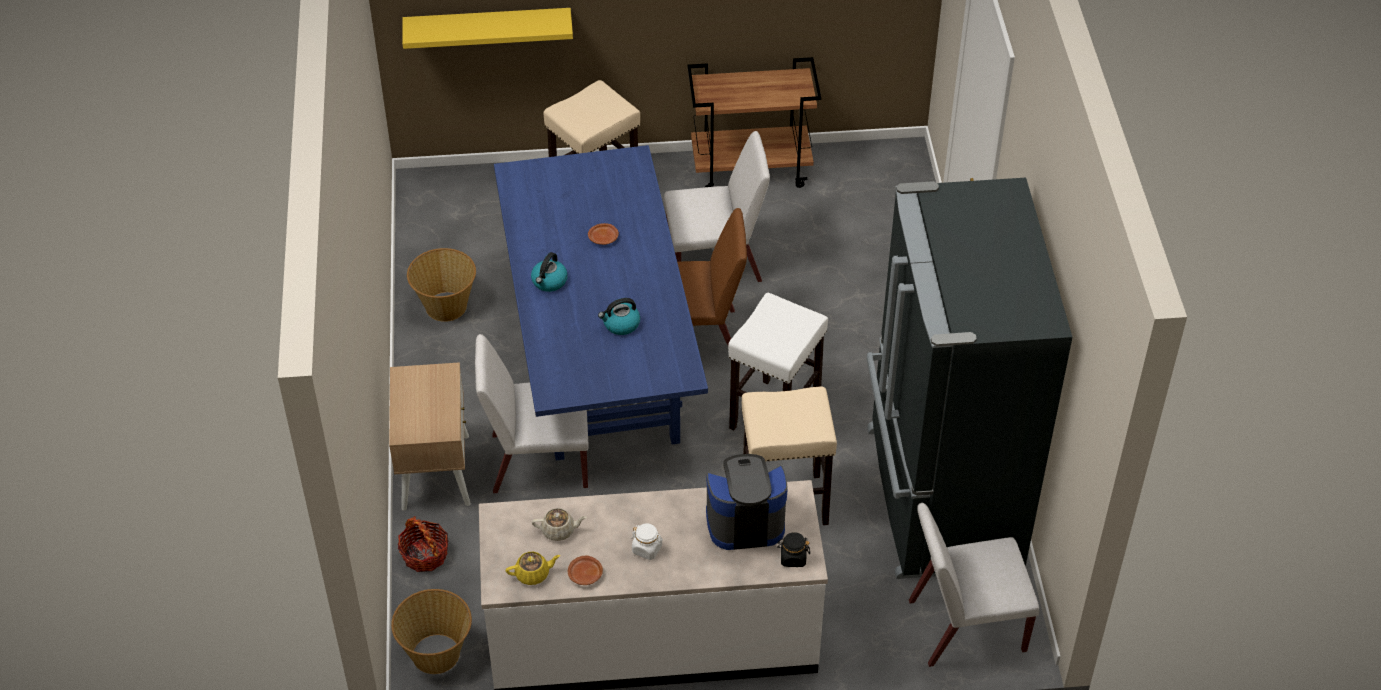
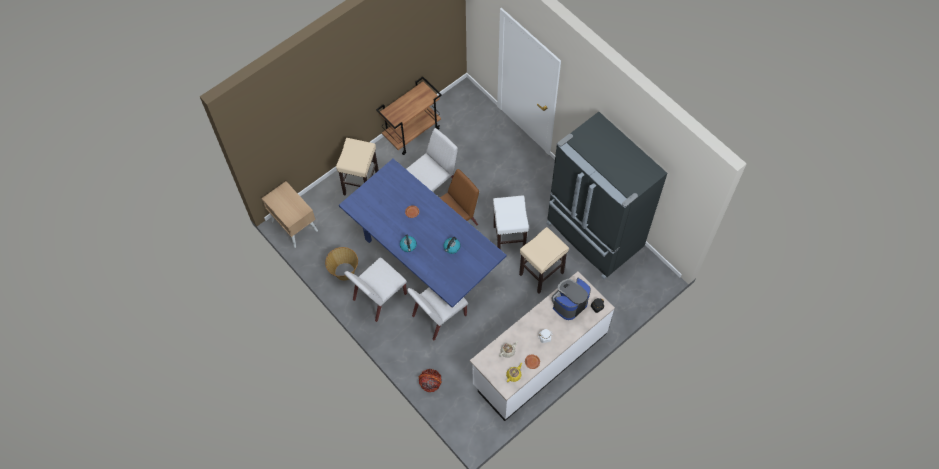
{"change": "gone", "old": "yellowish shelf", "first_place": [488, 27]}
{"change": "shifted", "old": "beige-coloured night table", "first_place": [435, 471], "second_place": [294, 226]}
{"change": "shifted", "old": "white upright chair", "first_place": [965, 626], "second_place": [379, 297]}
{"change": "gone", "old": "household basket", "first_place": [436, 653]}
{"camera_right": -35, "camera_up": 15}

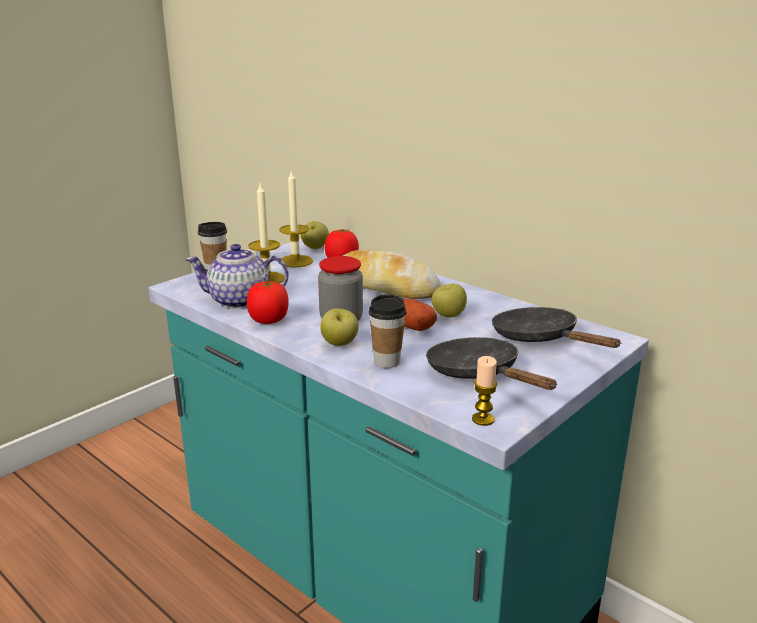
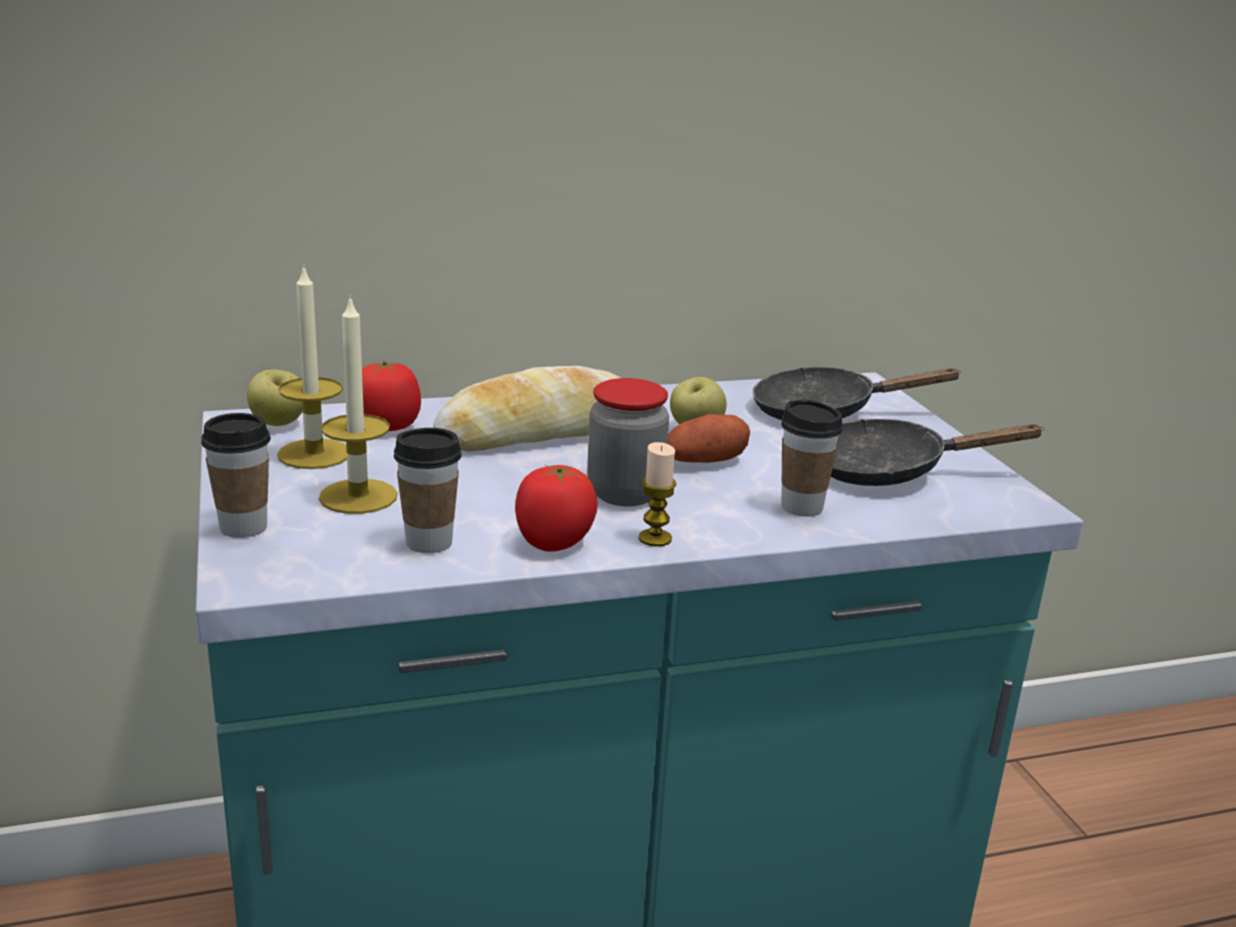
{"change": "swapped", "old": "tea pot", "new": "drinking cup", "first_place": [240, 301], "second_place": [429, 542]}
{"change": "gone", "old": "apple", "first_place": [339, 344]}
{"change": "shifted", "old": "wax candle", "first_place": [483, 419], "second_place": [655, 538]}
{"camera_right": -60, "camera_up": 0}

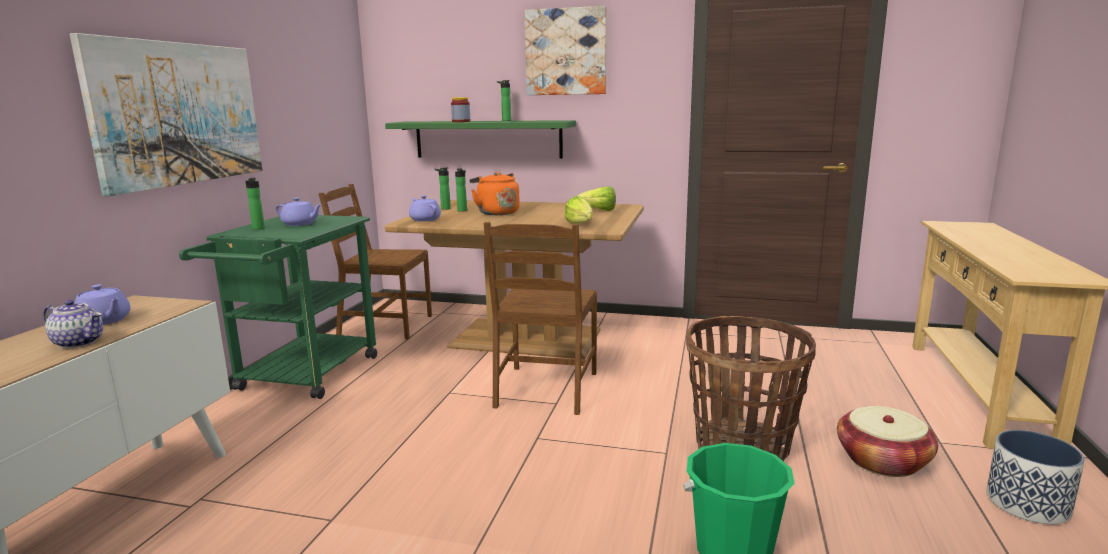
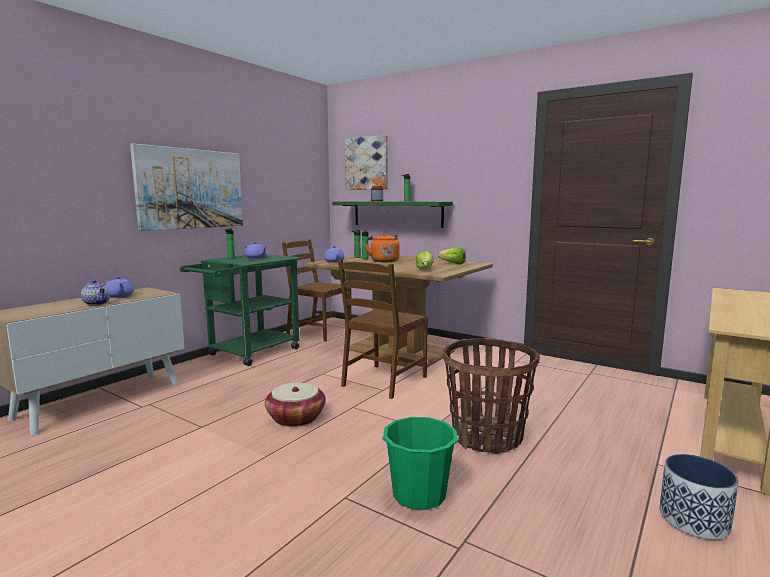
{"change": "shifted", "old": "picture", "first_place": [566, 52], "second_place": [367, 163]}
{"change": "shifted", "old": "household basket", "first_place": [882, 461], "second_place": [296, 418]}
{"camera_right": 20, "camera_up": -5}

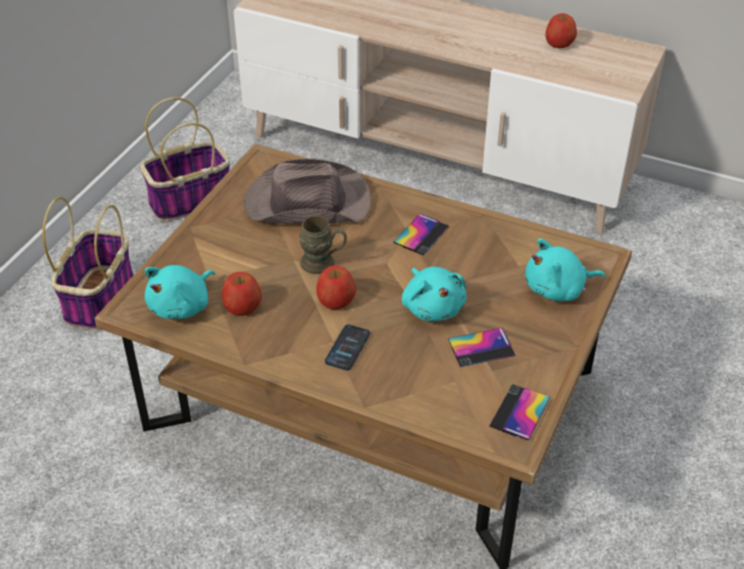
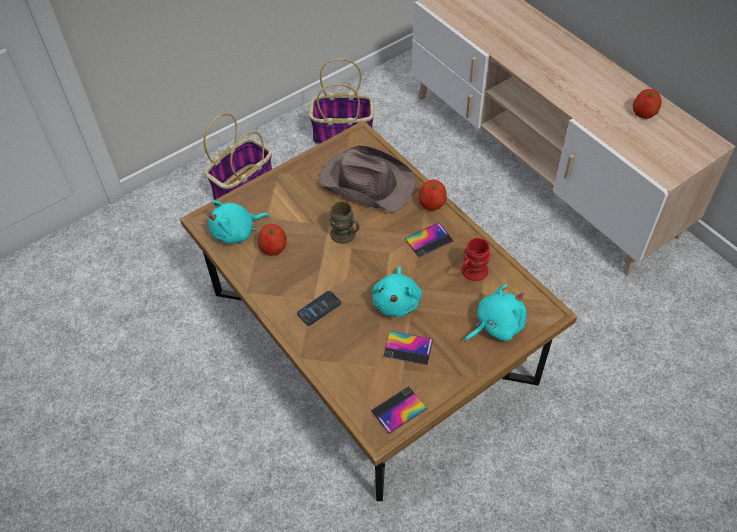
{"change": "rotated", "old": "turquoise plush toy", "first_place": [558, 289], "second_place": [496, 325], "degrees": 135}
{"change": "shifted", "old": "apple", "first_place": [336, 299], "second_place": [432, 203]}
{"change": "new", "new": "reddish mug", "second_place": [472, 274]}
{"camera_right": 30, "camera_up": 10}

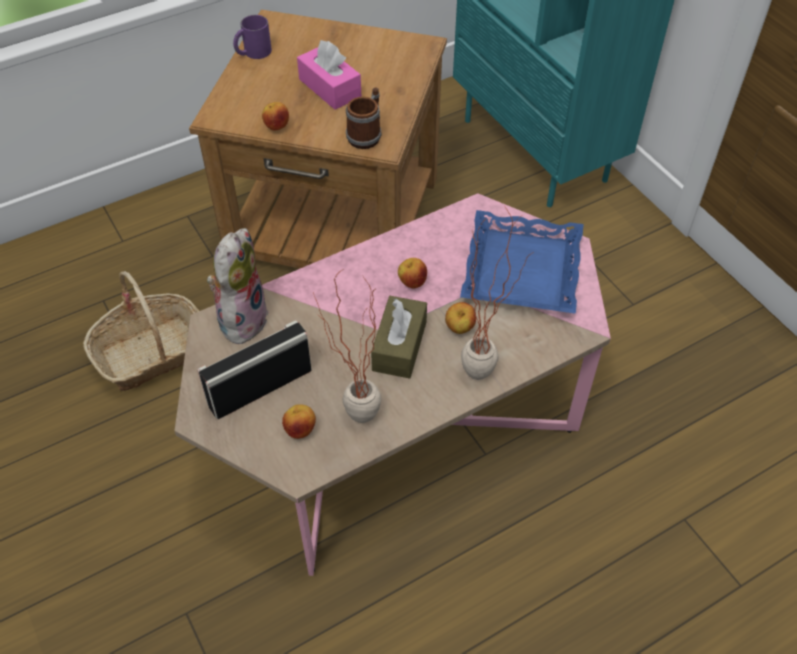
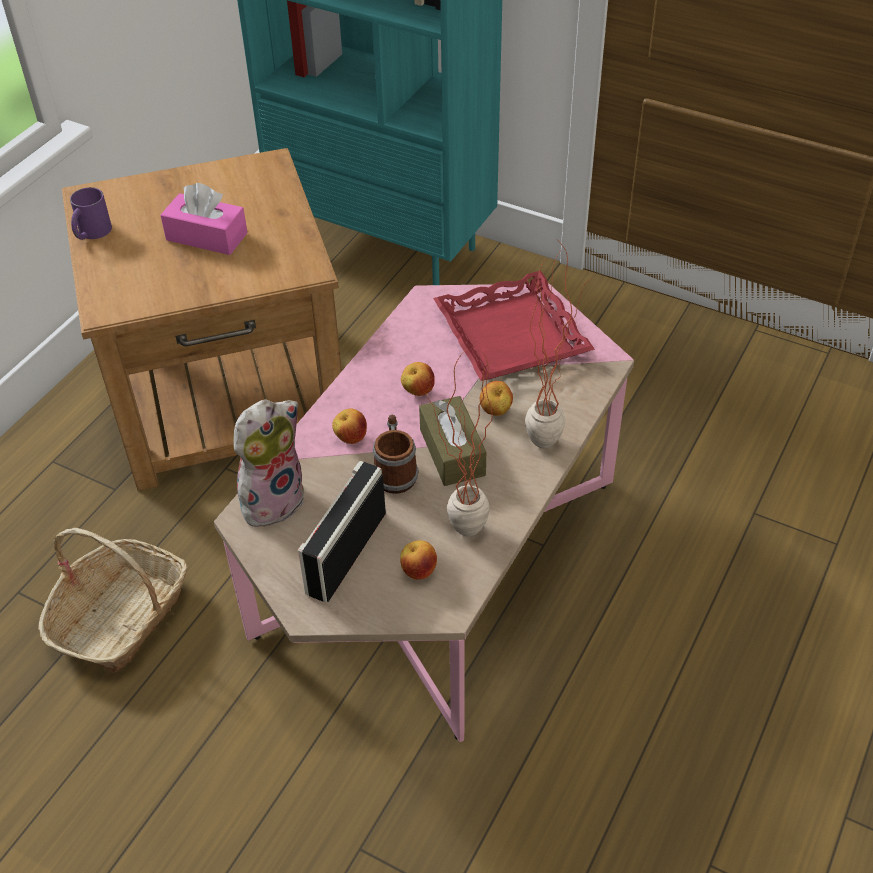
{"change": "shifted", "old": "mug", "first_place": [367, 135], "second_place": [395, 472]}
{"change": "shifted", "old": "apple", "first_place": [276, 127], "second_place": [350, 438]}
{"change": "repainted", "old": "bluish serving tray", "new": "reddish serving tray", "first_place": [523, 270], "second_place": [512, 336]}
{"change": "rotated", "old": "plush toy", "first_place": [241, 318], "second_place": [272, 499], "degrees": 60}
{"camera_right": -30, "camera_up": -5}

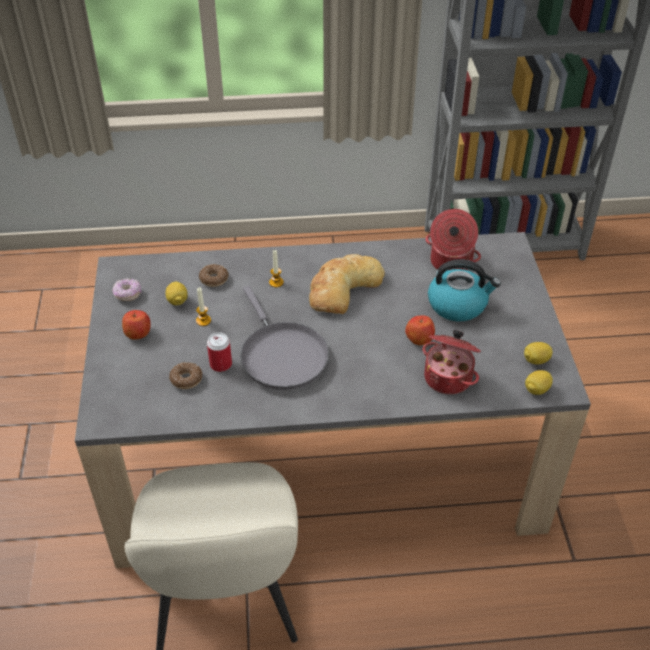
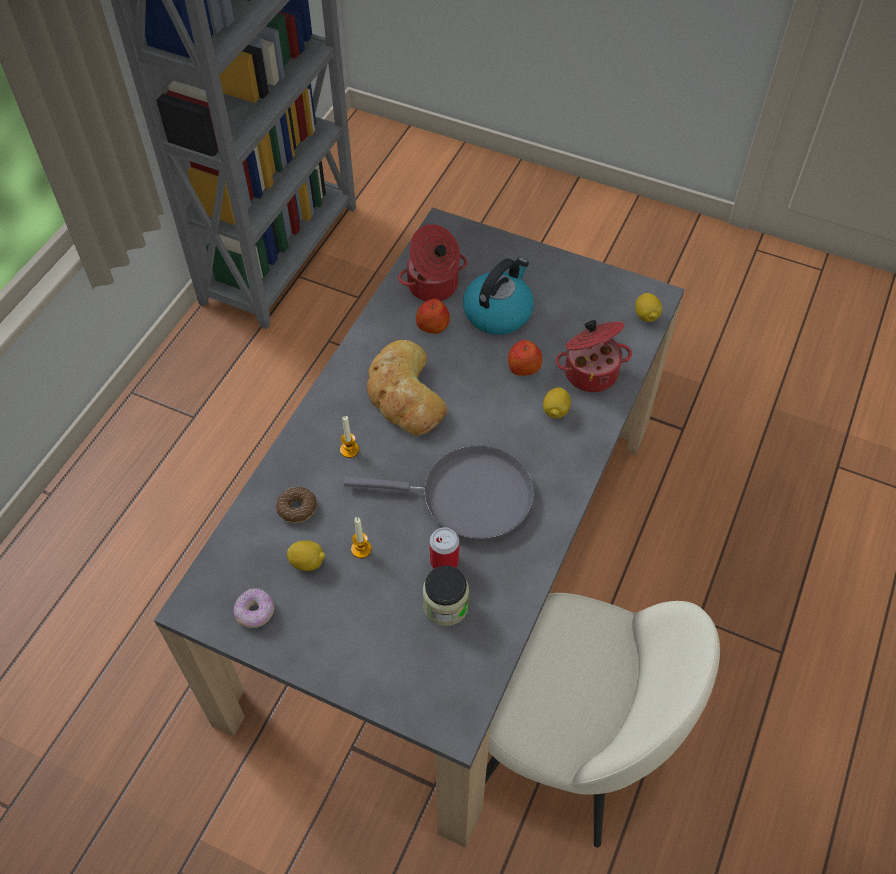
{"change": "shifted", "old": "apple", "first_place": [138, 333], "second_place": [433, 326]}
{"change": "shifted", "old": "citrus fruit", "first_place": [535, 360], "second_place": [555, 411]}
{"change": "swapped", "old": "ring doughnut", "new": "jar", "first_place": [186, 379], "second_place": [445, 606]}
{"camera_right": -60, "camera_up": 10}

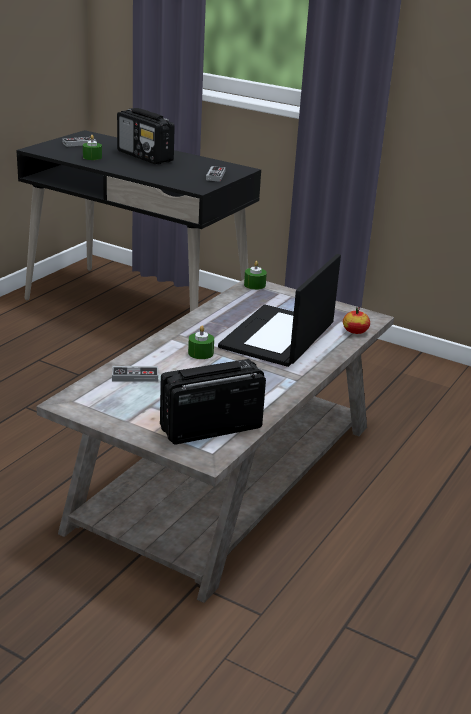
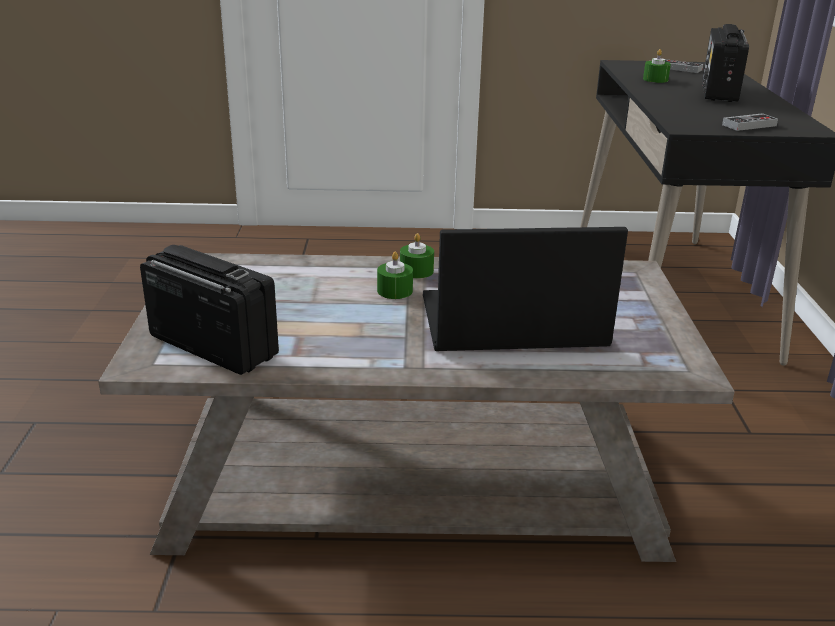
{"change": "shifted", "old": "green wax candle", "first_place": [254, 285], "second_place": [416, 271]}
{"change": "gone", "old": "apple", "first_place": [355, 331]}
{"change": "gone", "old": "joypad", "first_place": [135, 376]}
{"camera_right": 60, "camera_up": 0}

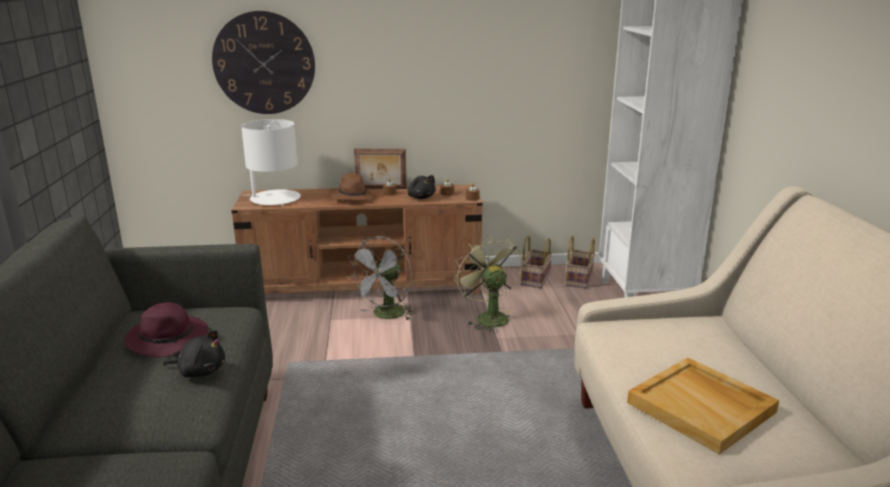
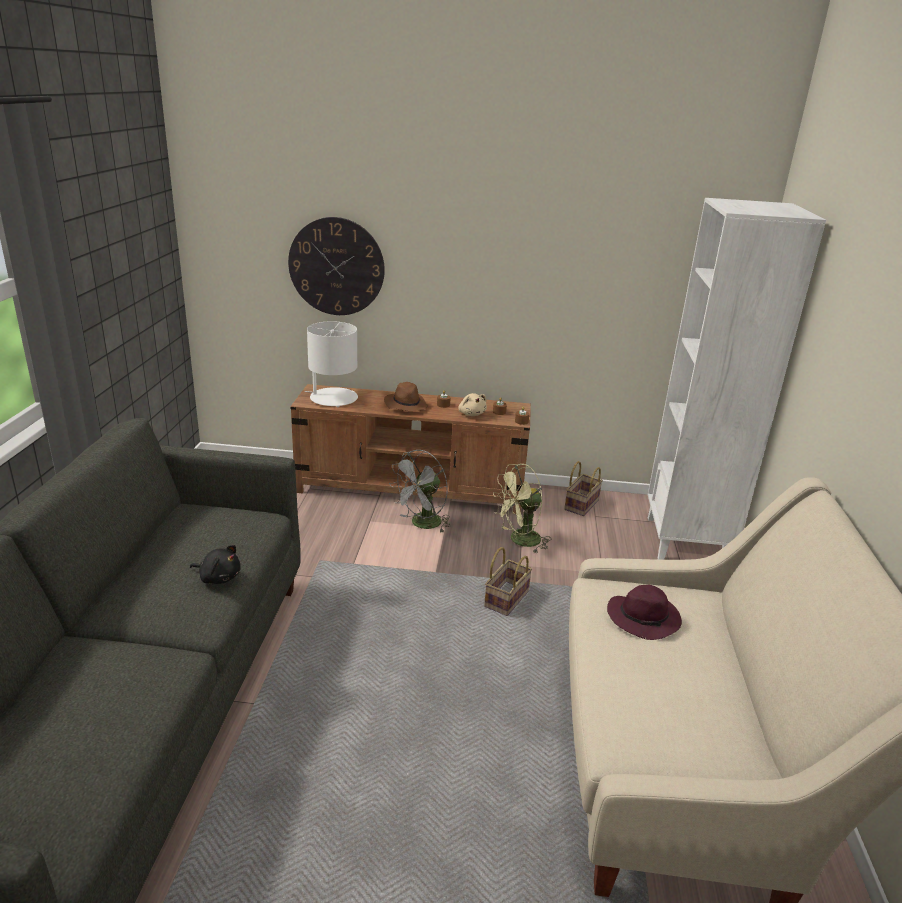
{"change": "gone", "old": "picture frame", "first_place": [381, 188]}
{"change": "repainted", "old": "black plush toy", "new": "beige-coloured plush toy", "first_place": [421, 197], "second_place": [471, 414]}
{"change": "rotated", "old": "green cooling fan", "first_place": [488, 317], "second_place": [519, 541], "degrees": -105}
{"change": "shifted", "old": "household basket", "first_place": [578, 279], "second_place": [506, 598]}
{"change": "shifted", "old": "purple-coloured hat", "first_place": [169, 340], "second_place": [644, 618]}
{"change": "gone", "old": "beige-coloured serving tray", "first_place": [702, 407]}
{"camera_right": 10, "camera_up": 5}

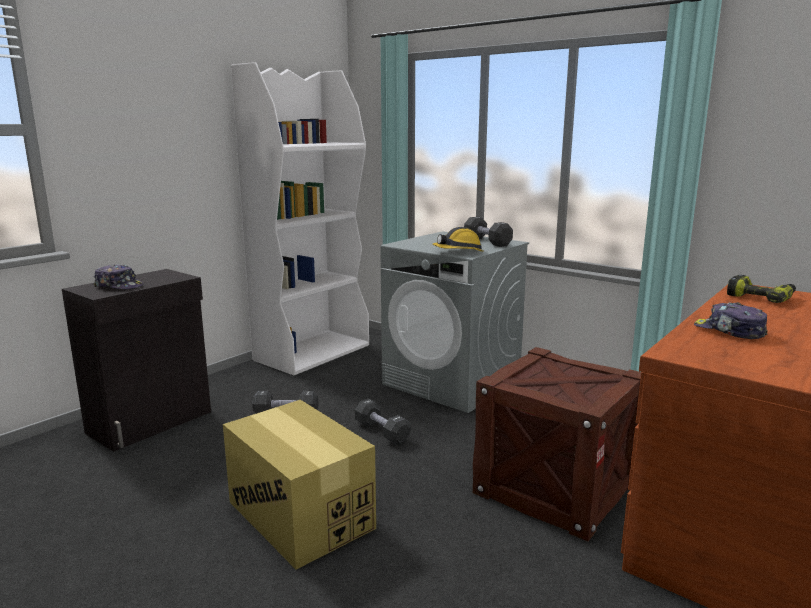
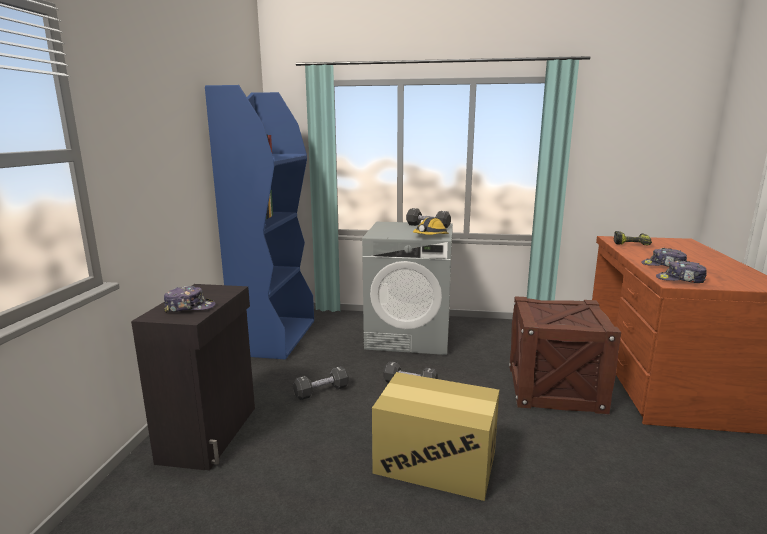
{"change": "repainted", "old": "white bookshelf", "new": "bluish bookshelf", "first_place": [313, 352], "second_place": [275, 337]}
{"change": "new", "new": "peaked cap", "second_place": [680, 280]}
{"camera_right": -30, "camera_up": 0}

